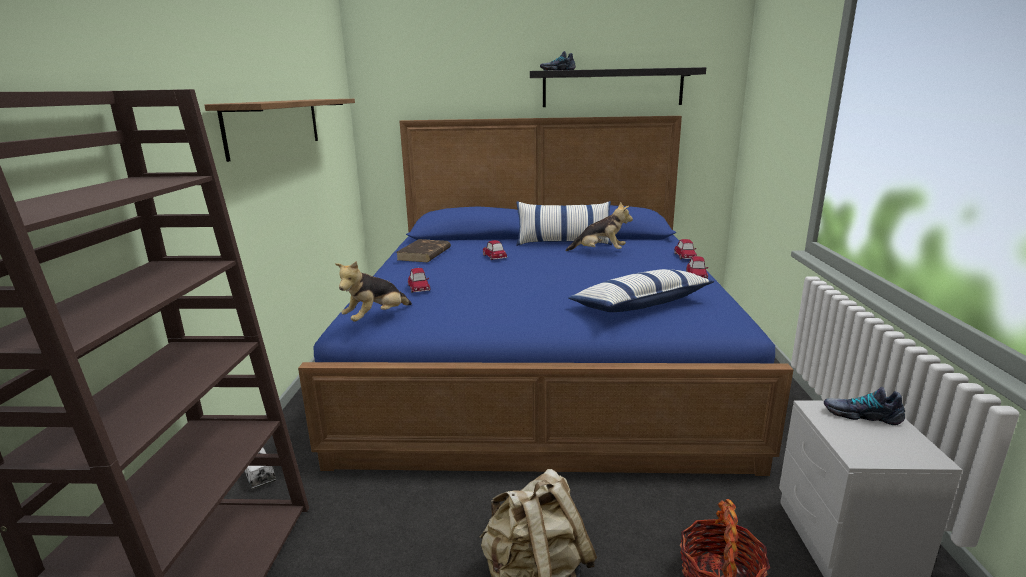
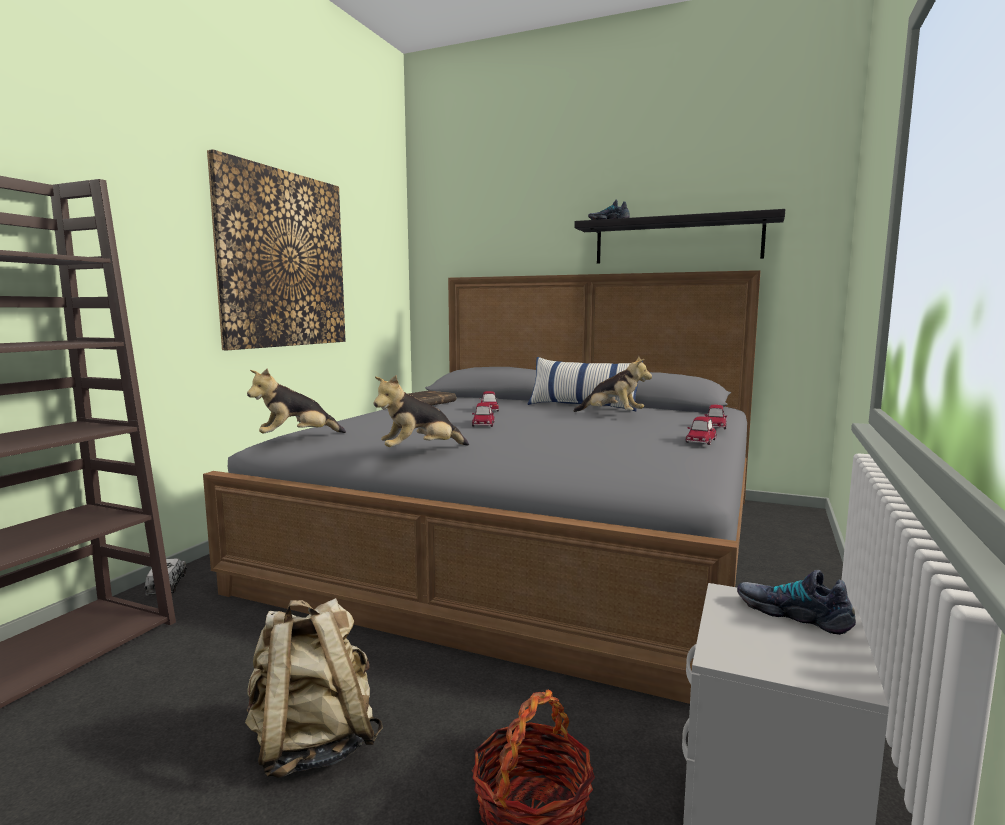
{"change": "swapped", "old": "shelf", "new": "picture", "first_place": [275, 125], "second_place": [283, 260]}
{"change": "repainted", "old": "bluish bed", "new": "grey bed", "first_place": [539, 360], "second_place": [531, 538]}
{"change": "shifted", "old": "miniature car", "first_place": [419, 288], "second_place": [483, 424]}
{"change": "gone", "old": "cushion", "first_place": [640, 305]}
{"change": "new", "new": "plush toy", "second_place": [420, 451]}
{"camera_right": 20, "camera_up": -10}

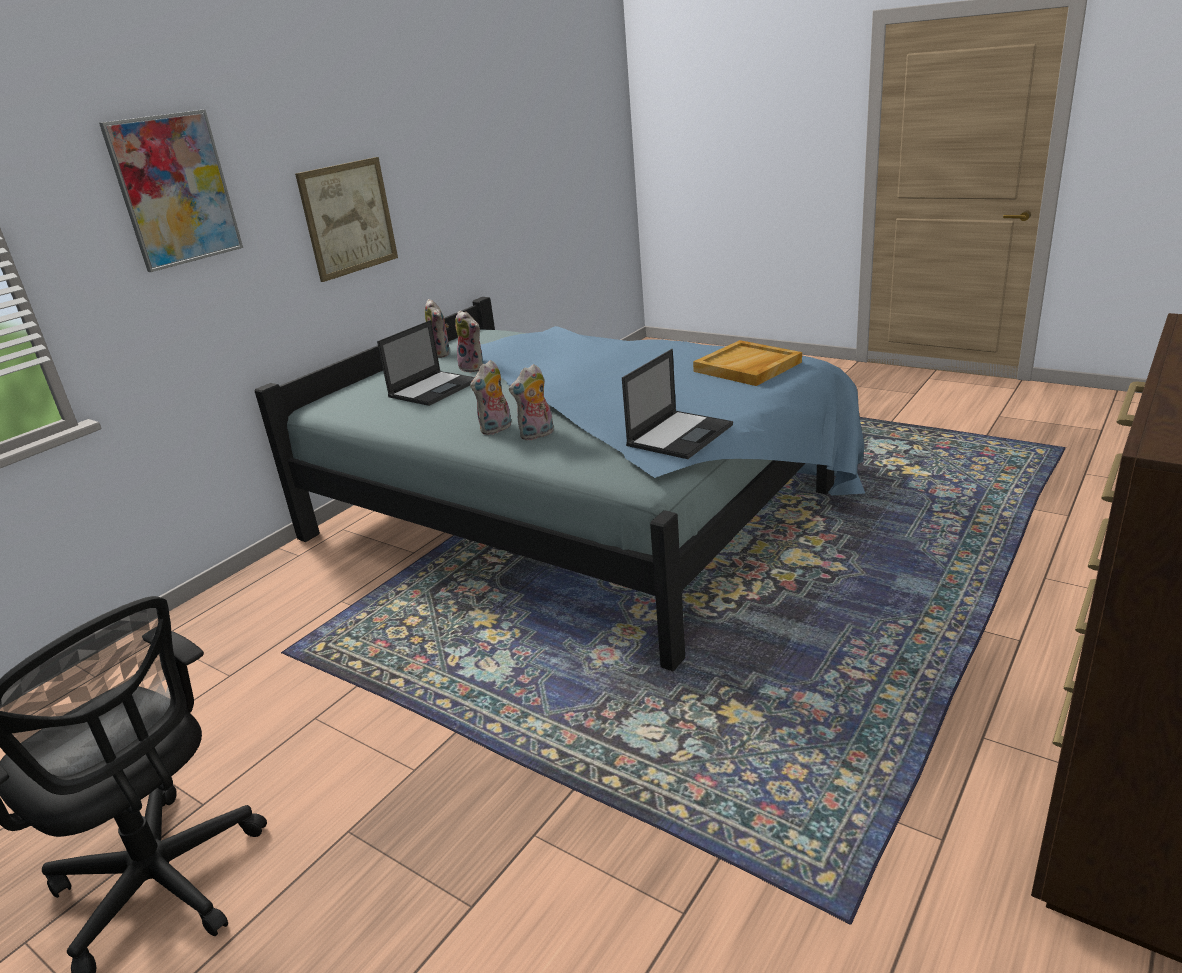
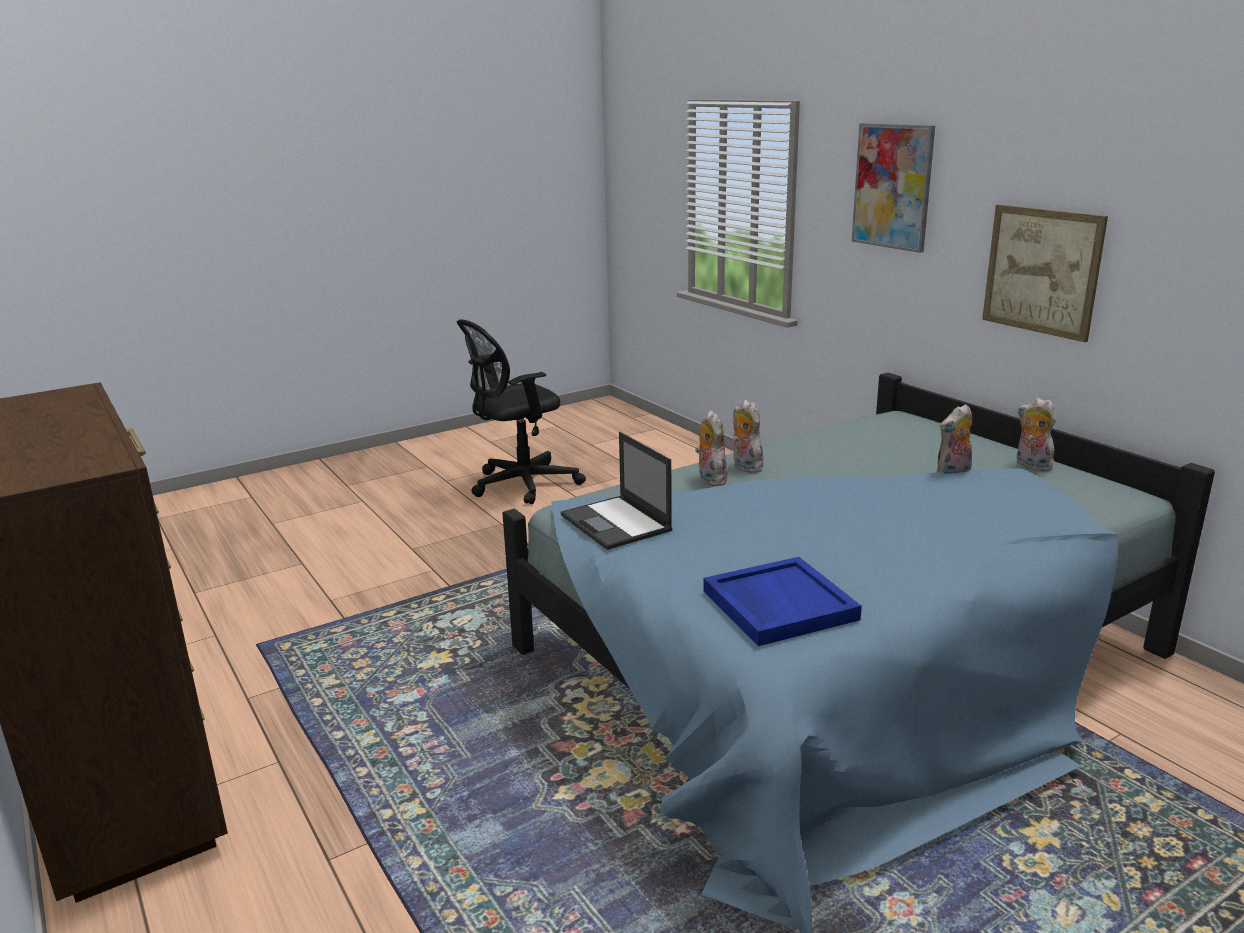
{"change": "rotated", "old": "plush toy", "first_place": [441, 353], "second_place": [1031, 466], "degrees": 60}
{"change": "gone", "old": "laptop", "first_place": [434, 388]}
{"change": "repainted", "old": "beige-coloured serving tray", "new": "bluish serving tray", "first_place": [747, 367], "second_place": [777, 605]}
{"camera_right": 110, "camera_up": -5}

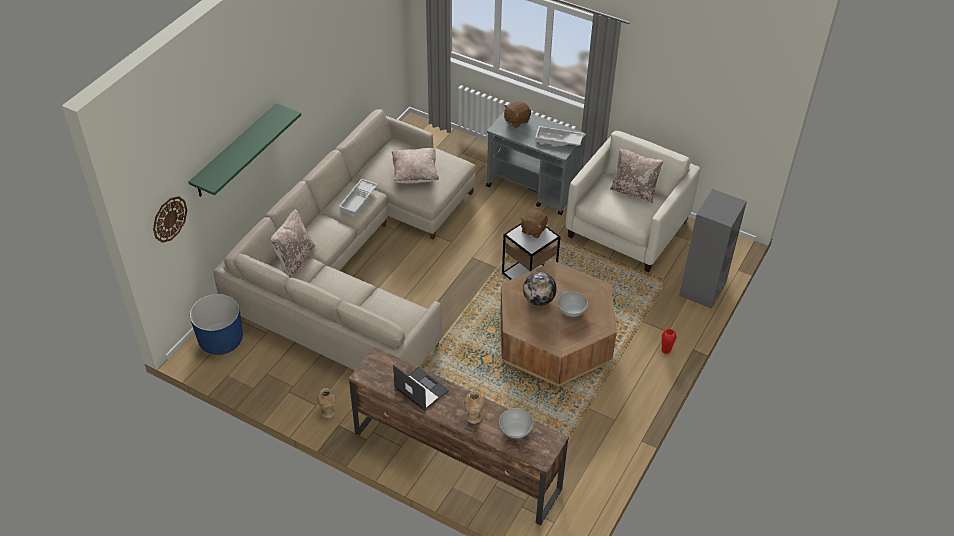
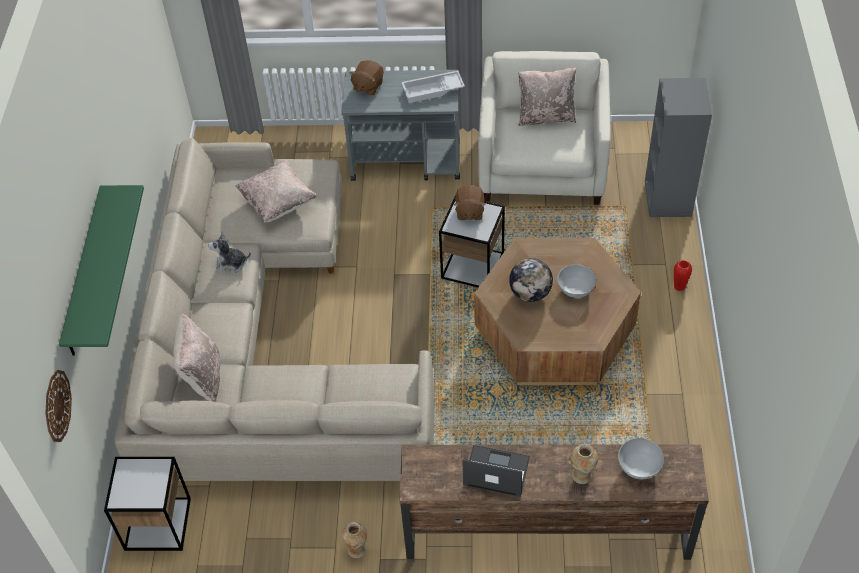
{"change": "swapped", "old": "white serving tray", "new": "plush toy", "first_place": [359, 200], "second_place": [231, 264]}
{"change": "swapped", "old": "bluish plant pot", "new": "accent table", "first_place": [221, 340], "second_place": [157, 524]}
{"camera_right": -25, "camera_up": 5}

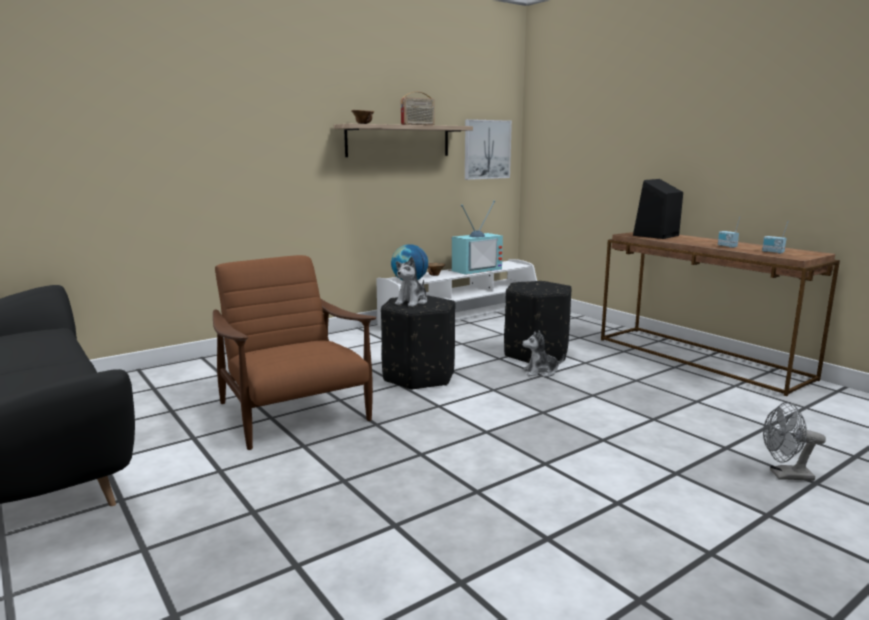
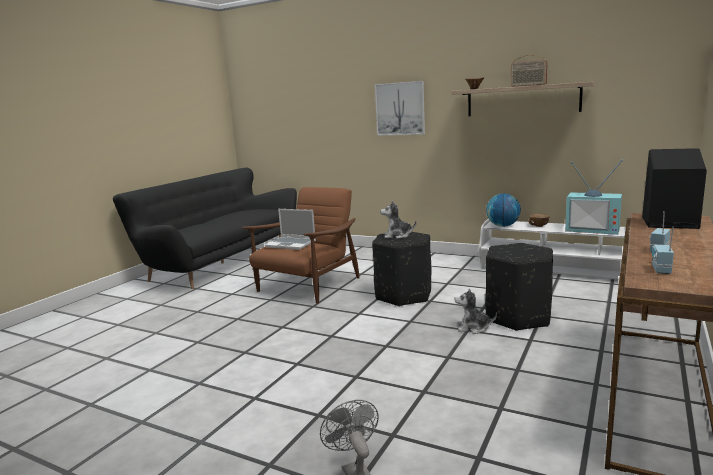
{"change": "shifted", "old": "picture", "first_place": [487, 149], "second_place": [400, 108]}
{"change": "rotated", "old": "plush toy", "first_place": [541, 372], "second_place": [473, 328], "degrees": -45}
{"change": "new", "new": "laptop", "second_place": [291, 244]}
{"camera_right": 65, "camera_up": 0}

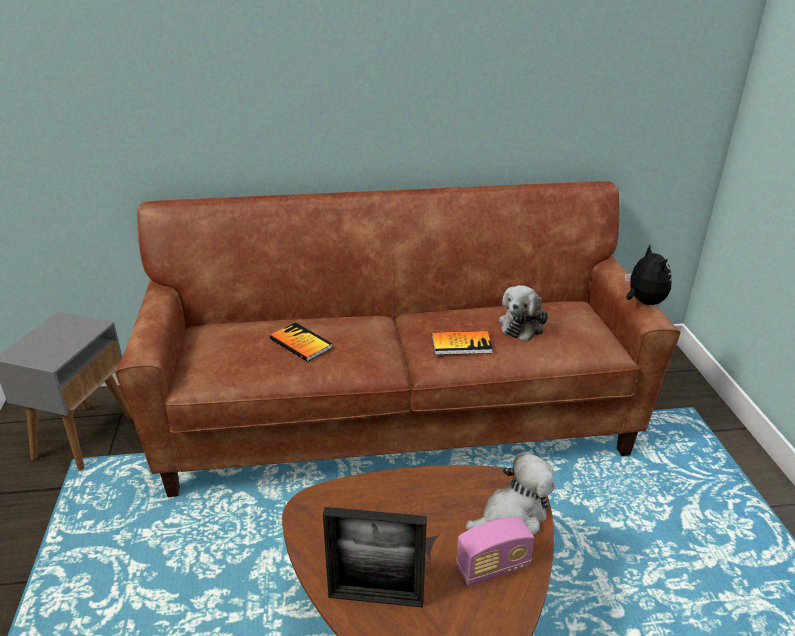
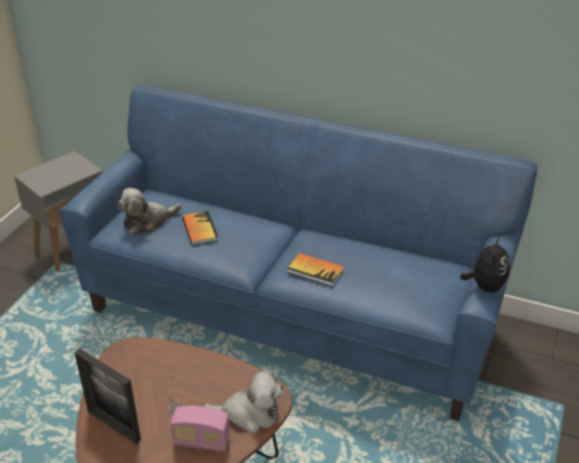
{"change": "repainted", "old": "brown couch", "new": "bluish couch", "first_place": [396, 421], "second_place": [289, 316]}
{"change": "shifted", "old": "plush toy", "first_place": [523, 325], "second_place": [148, 222]}
{"camera_right": 30, "camera_up": 5}

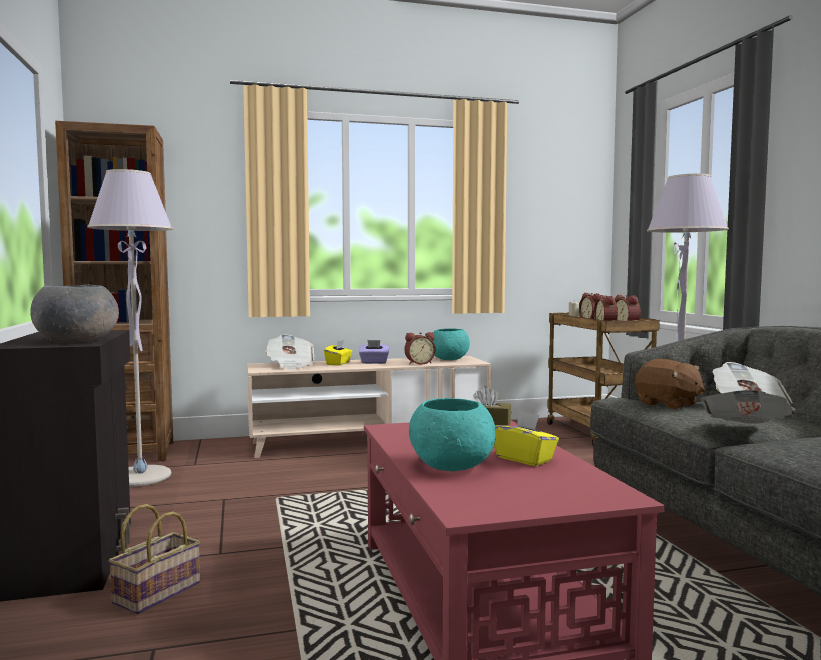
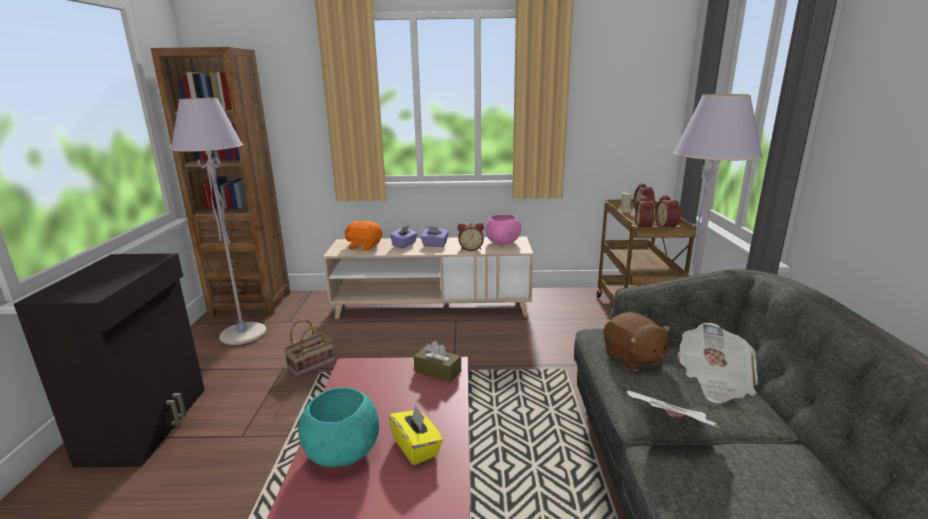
{"change": "gone", "old": "grey bowl", "first_place": [78, 341]}
{"change": "repainted", "old": "turquoise bowl", "new": "pink bowl", "first_place": [449, 359], "second_place": [502, 242]}
{"change": "swapped", "old": "newspaper", "new": "orangey plush toy", "first_place": [290, 366], "second_place": [364, 246]}
{"change": "repainted", "old": "yellowish box of tissues", "new": "purple-coloured box of tissues", "first_place": [338, 363], "second_place": [404, 244]}
{"change": "shifted", "old": "household basket", "first_place": [158, 591], "second_place": [312, 364]}
{"camera_right": 15, "camera_up": 15}

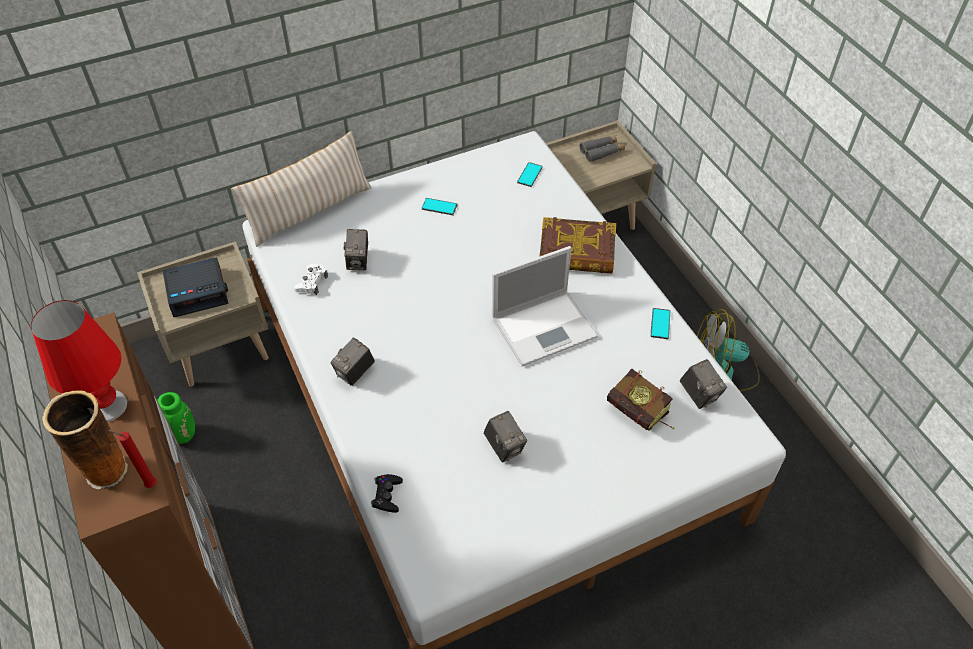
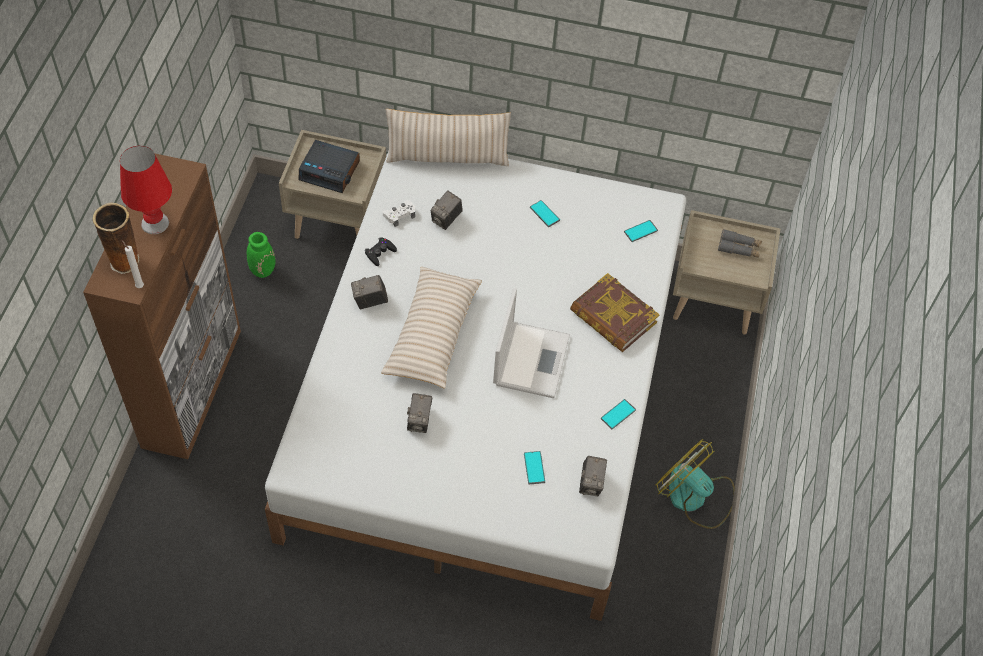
{"change": "rotated", "old": "laptop", "first_place": [545, 326], "second_place": [531, 358], "degrees": -90}
{"change": "swapped", "old": "book", "new": "phone", "first_place": [642, 415], "second_place": [534, 468]}
{"change": "repainted", "old": "reddish wax candle", "new": "white wax candle", "first_place": [149, 484], "second_place": [139, 286]}
{"change": "shifted", "old": "black joypad", "first_place": [387, 495], "second_place": [380, 253]}
{"change": "new", "new": "beige-coloured cushion", "second_place": [432, 334]}
{"camera_right": 35, "camera_up": 5}

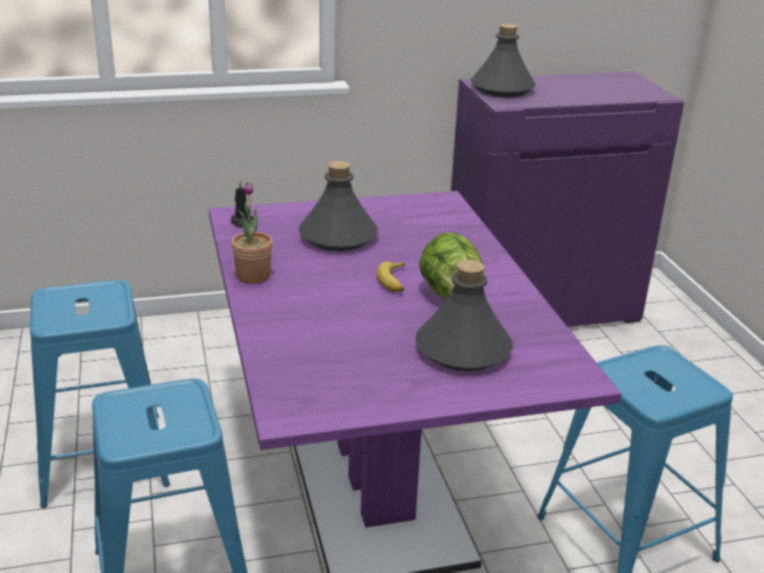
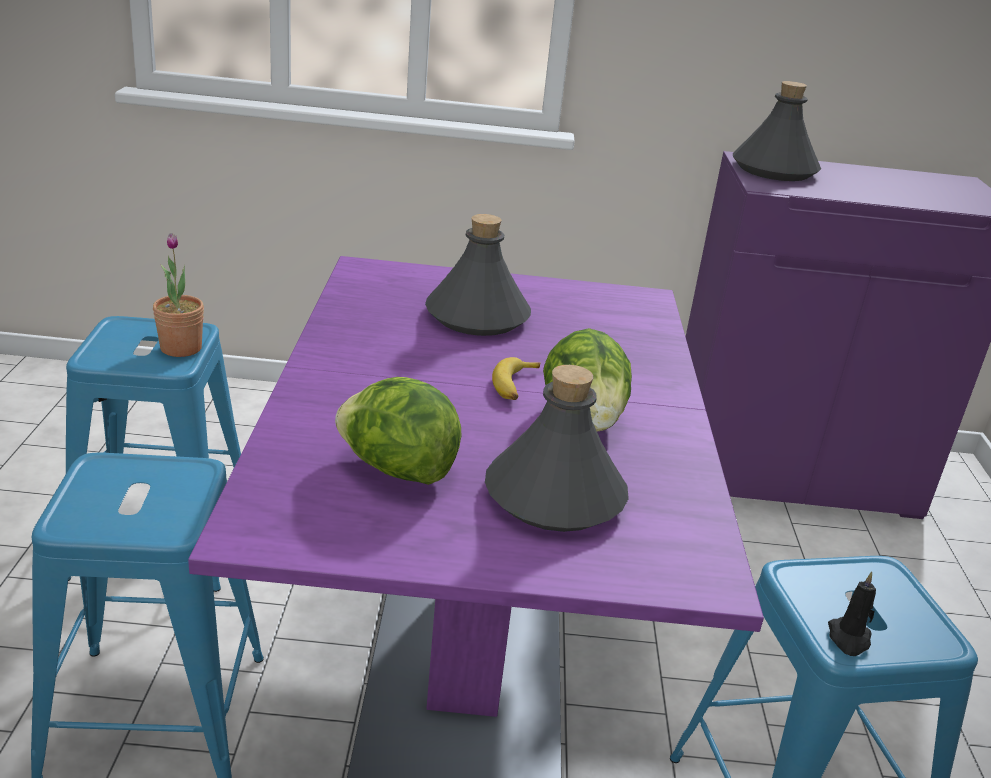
{"change": "shifted", "old": "black wax candle", "first_place": [241, 222], "second_place": [849, 639]}
{"change": "shifted", "old": "houseplant", "first_place": [253, 276], "second_place": [181, 348]}
{"change": "new", "new": "lettuce head", "second_place": [397, 470]}
{"camera_right": 15, "camera_up": 0}

